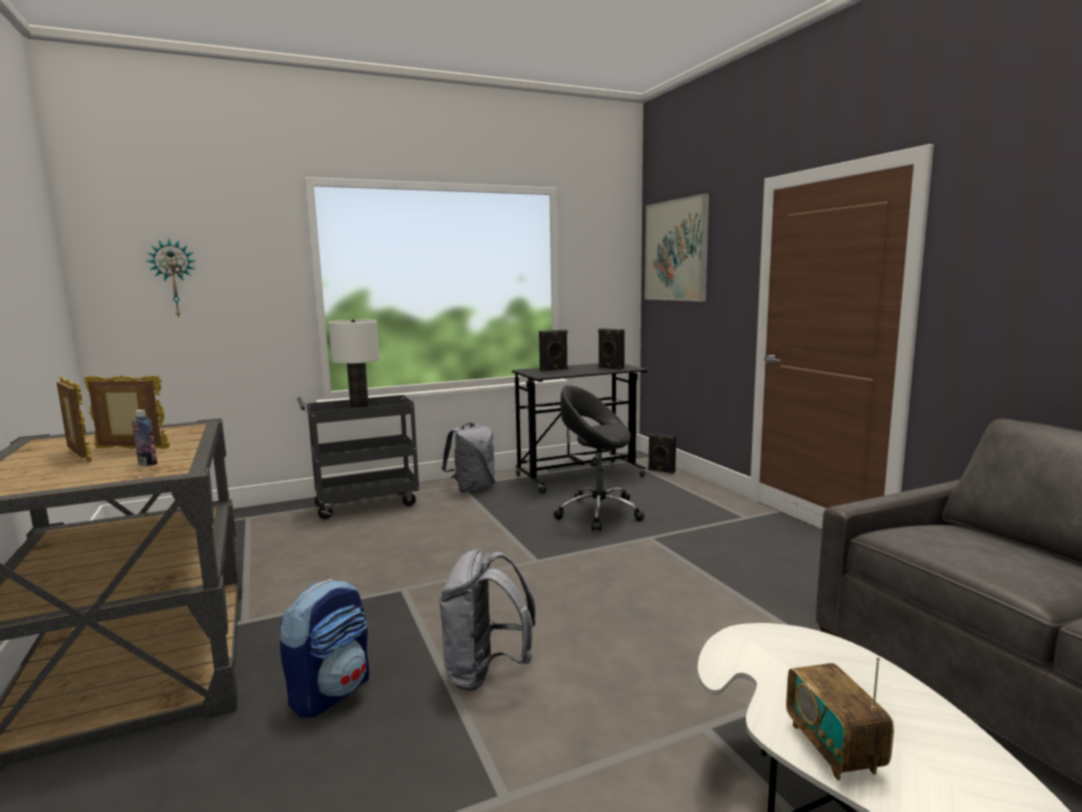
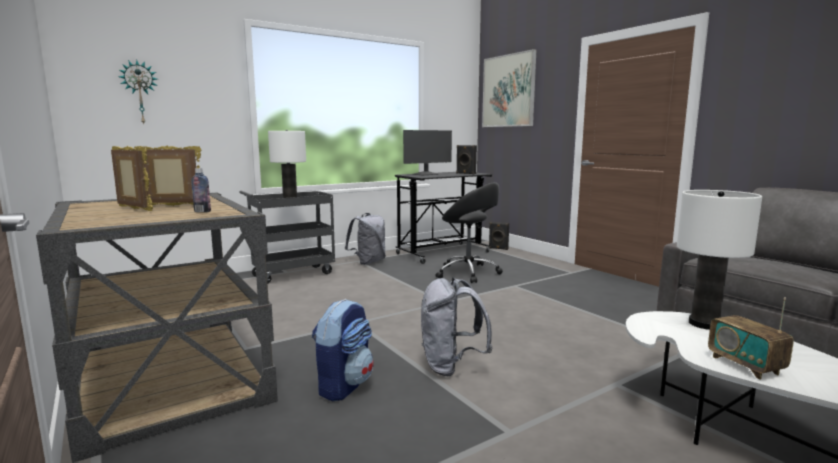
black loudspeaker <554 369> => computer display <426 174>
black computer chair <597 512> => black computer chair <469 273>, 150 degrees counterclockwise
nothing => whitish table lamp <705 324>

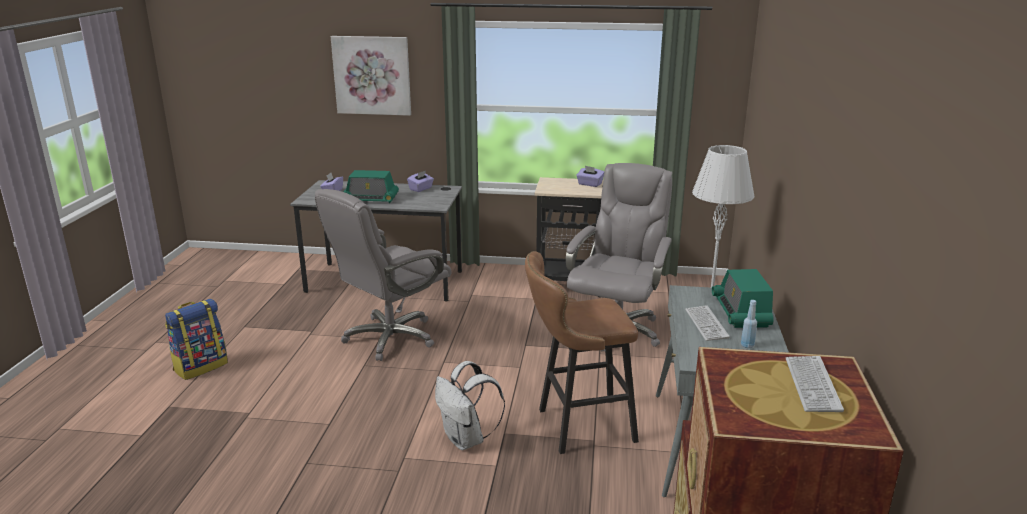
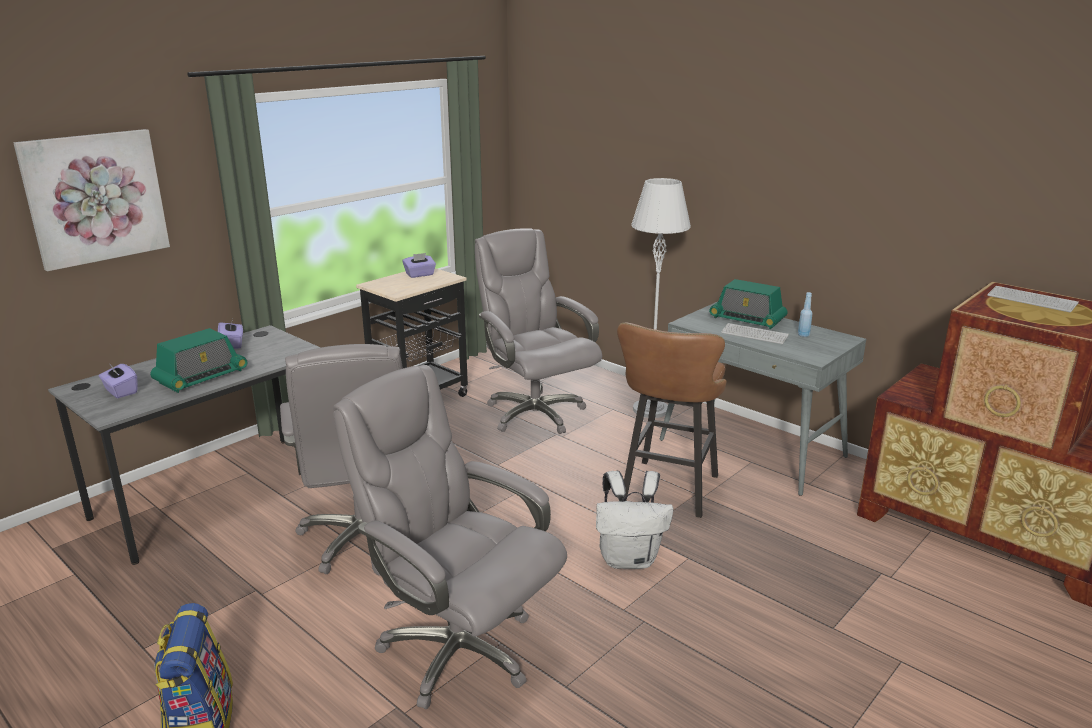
nothing => greyish computer chair <461 652>

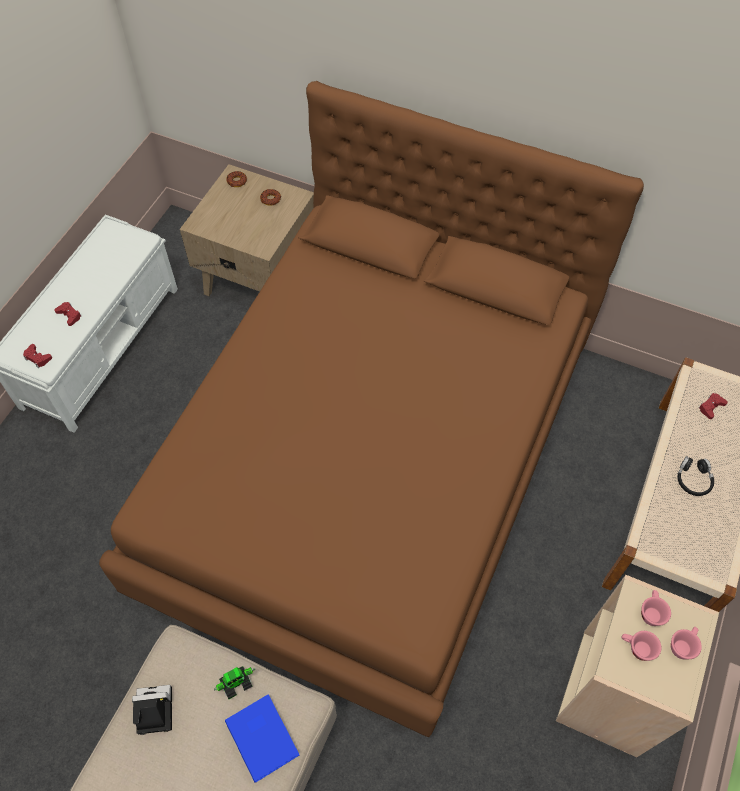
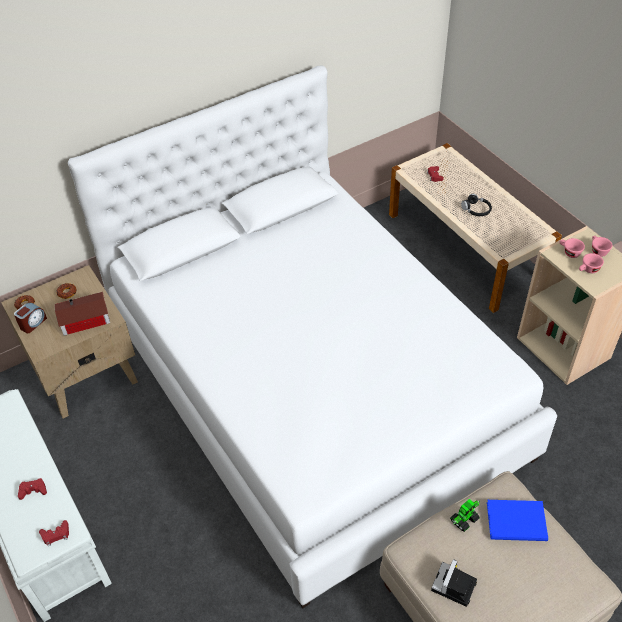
brownish bedroom bed <371 464> => whitish bedroom bed <313 386>
robot figure <237 683> => robot figure <464 519>, 45 degrees clockwise
nothing => bedside clock <33 323>
nothing => model house <86 320>

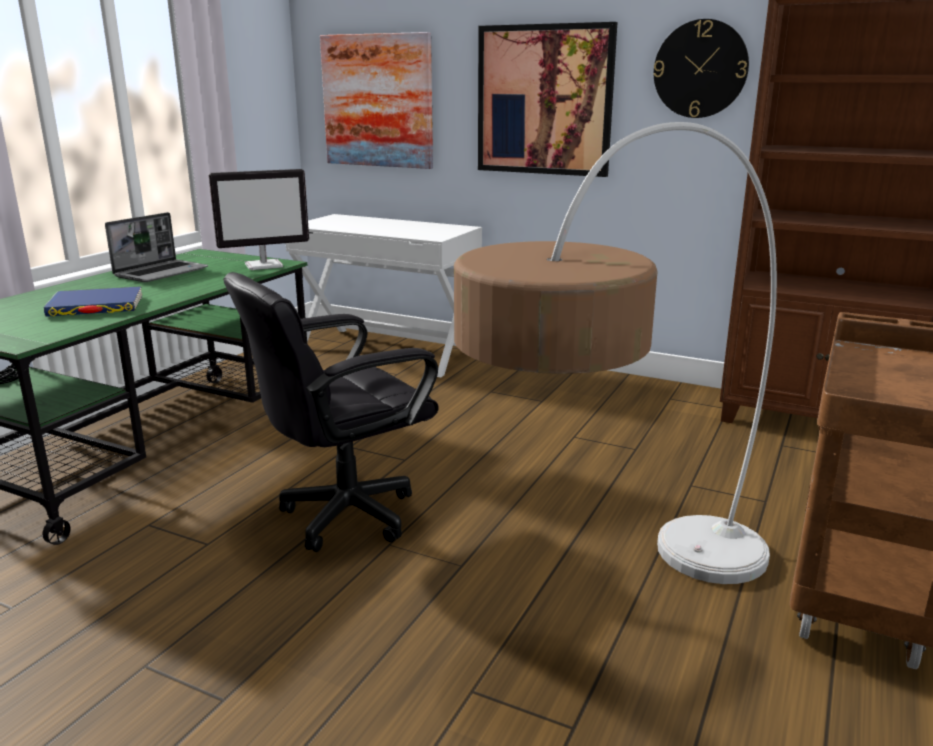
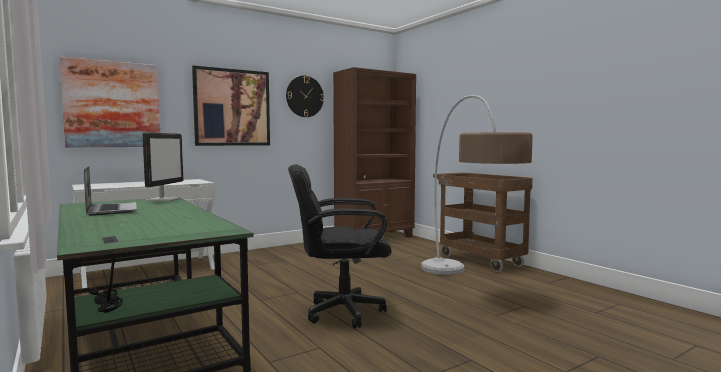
bluish volume <96 307> => nothing
black computer chair <342 520> => black computer chair <340 314>, 90 degrees clockwise

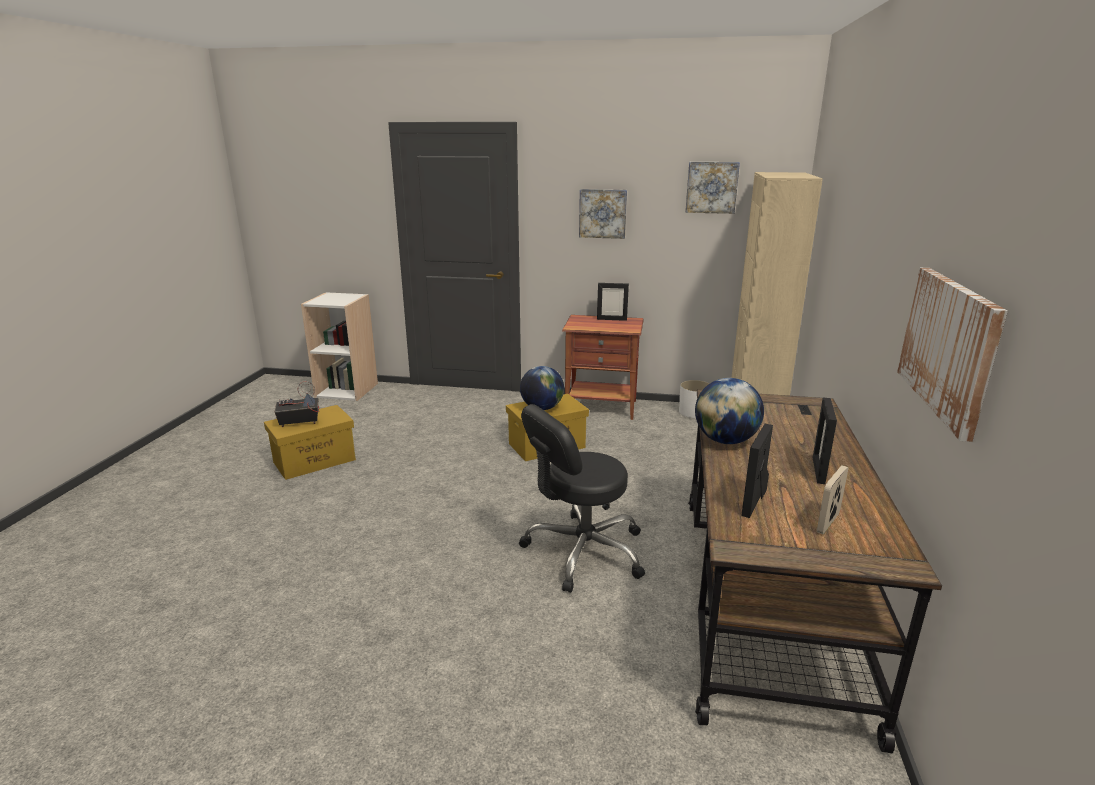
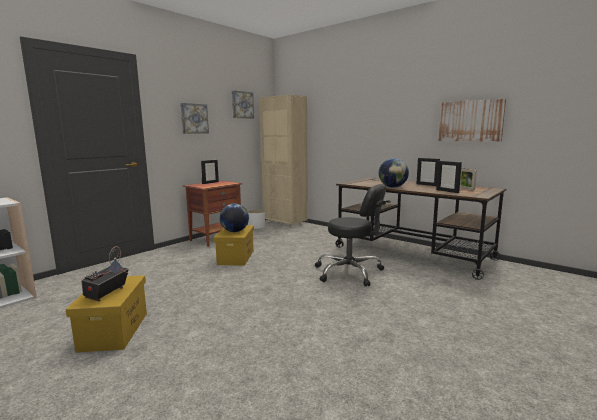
black computer chair <580 554> => black computer chair <352 273>, 60 degrees counterclockwise

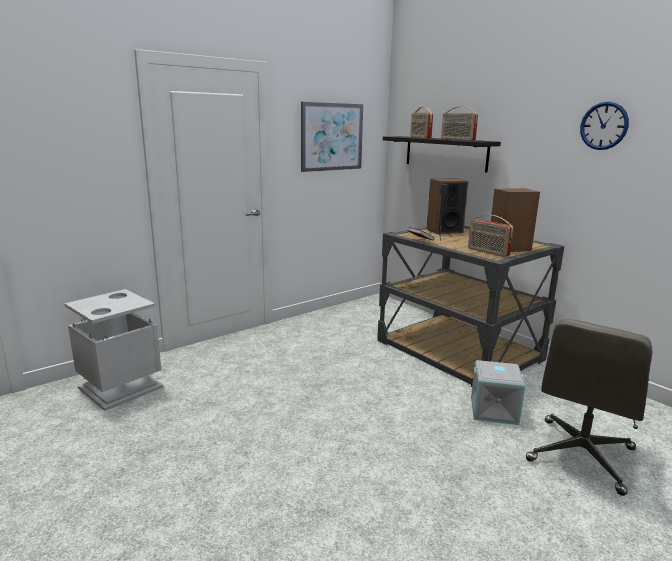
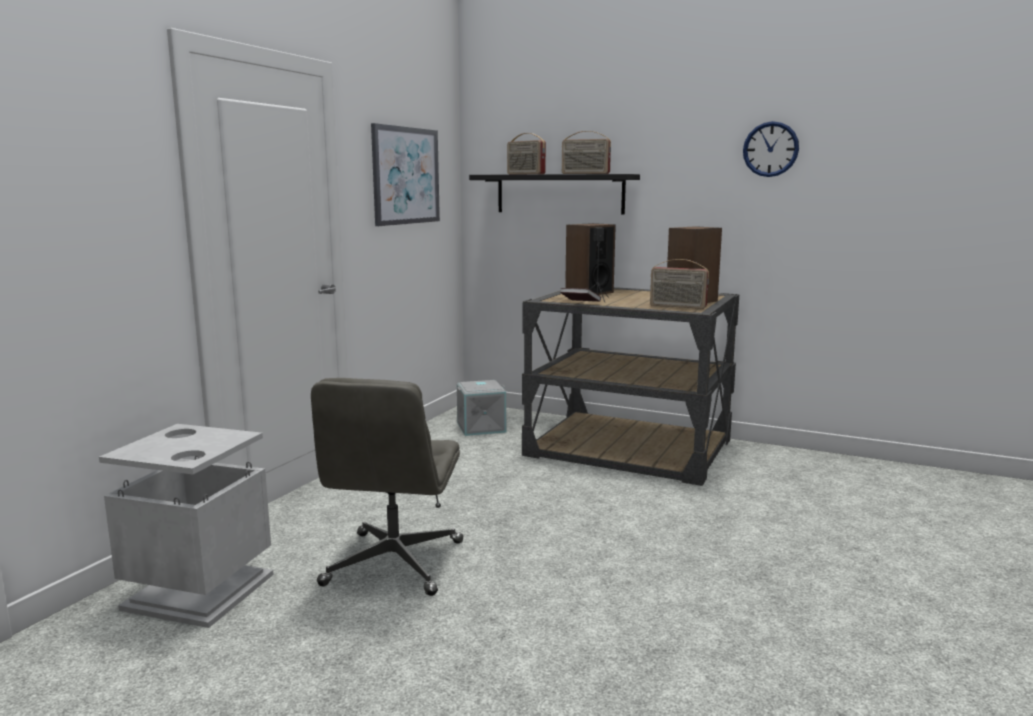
greyish storage box <494 410> => greyish storage box <481 427>, moved
greyish computer chair <581 456> => greyish computer chair <394 564>, moved

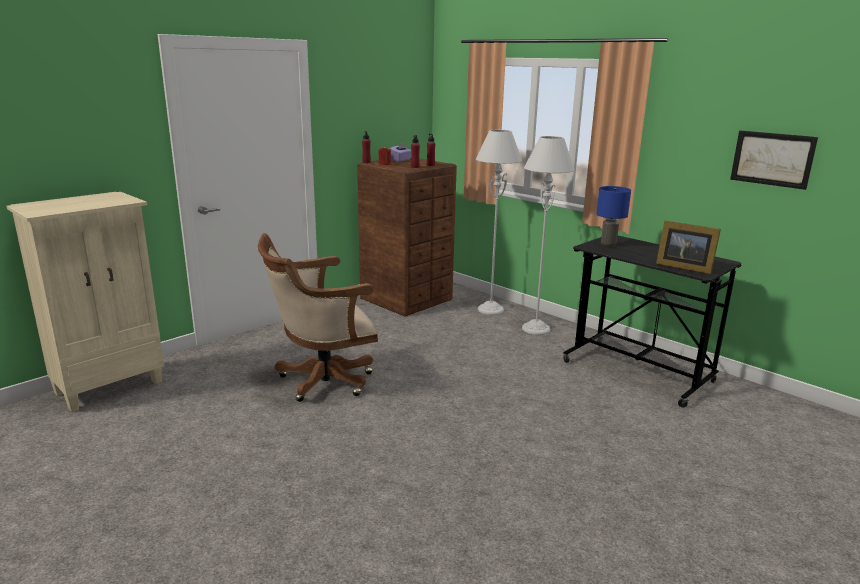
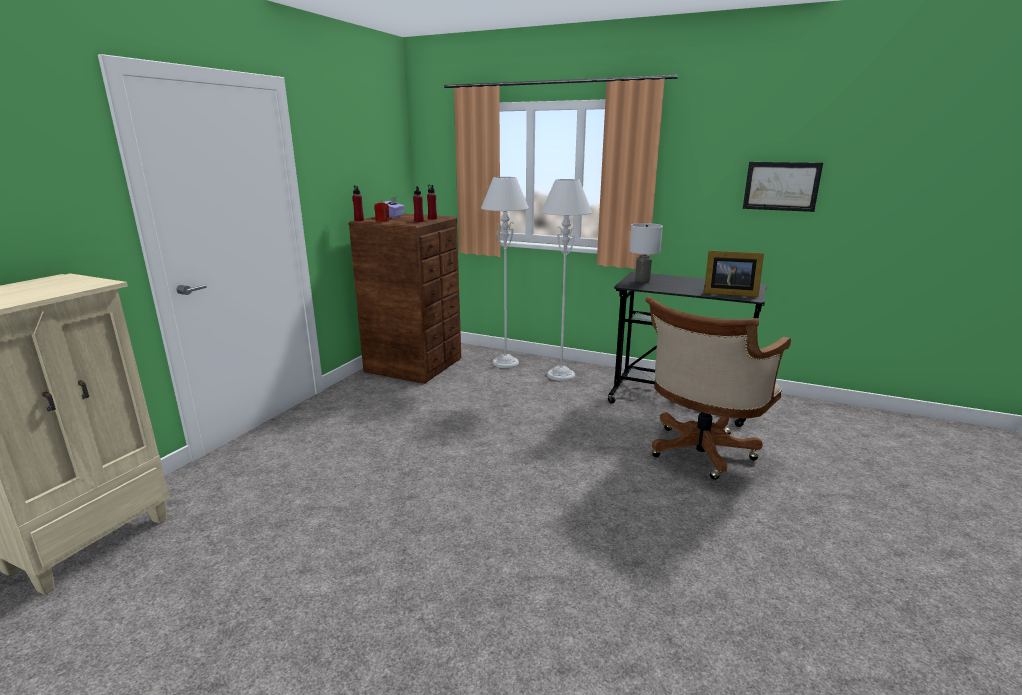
computer chair <321 382> => computer chair <699 453>, moved
bluish table lamp <608 245> => whitish table lamp <642 281>

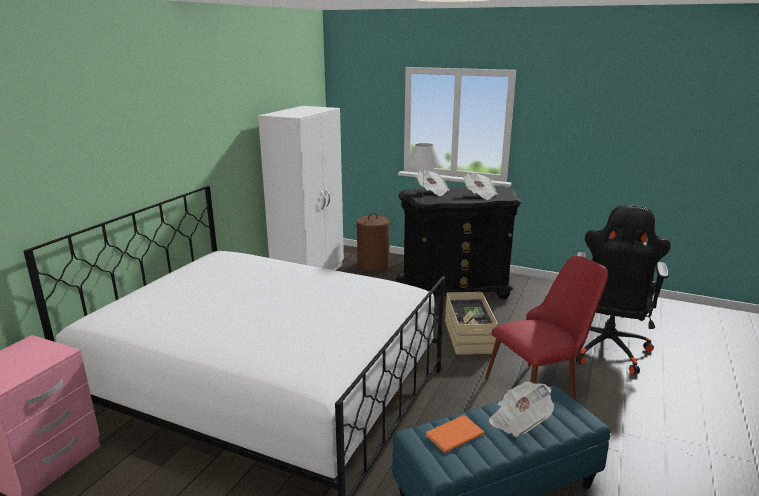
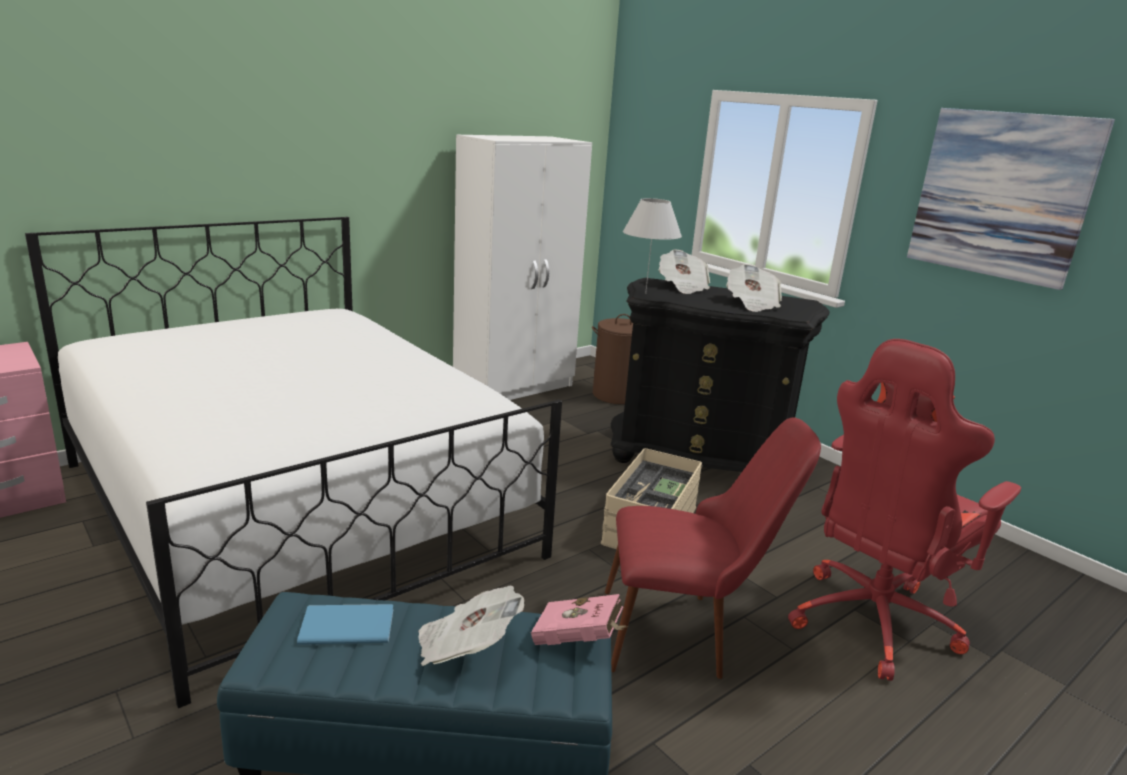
orangey volume <452 434> => bluish volume <345 625>
black computer chair <607 345> => red-coloured computer chair <879 616>
nothing => pink-coloured volume <579 640>
nothing => picture <1001 195>

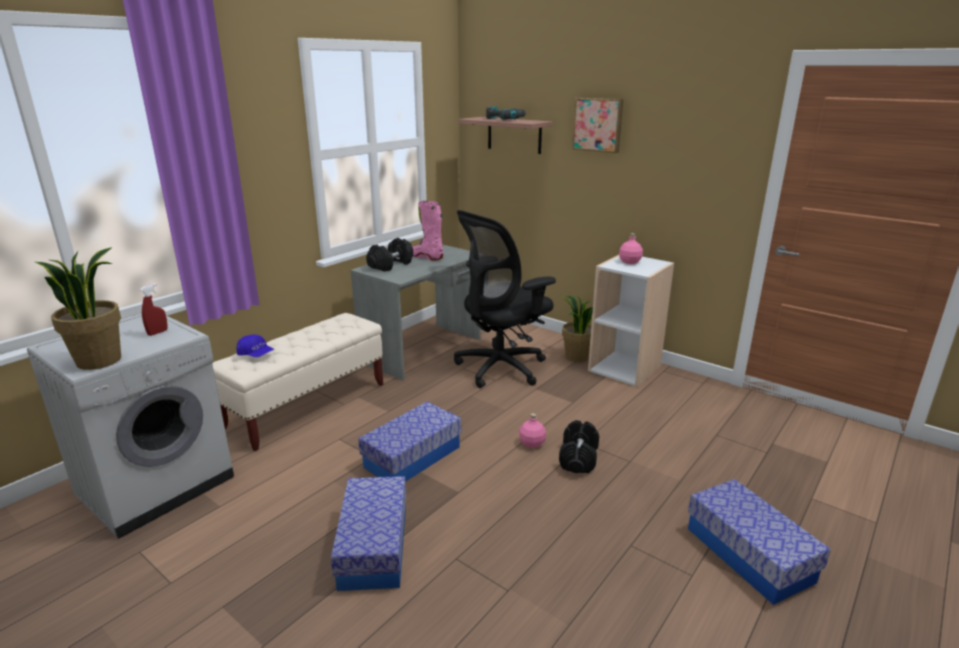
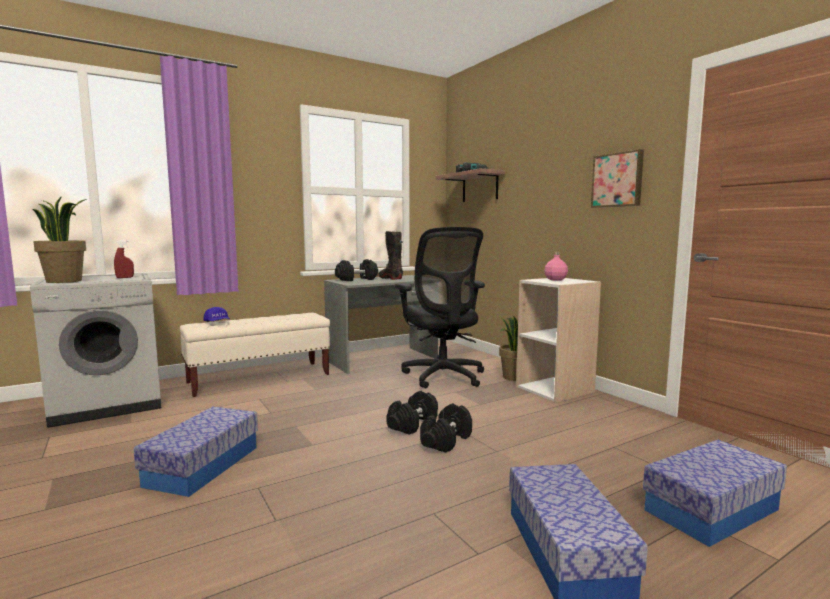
storage box <412 457> => storage box <711 509>, moved
pink-coloured boot <425 257> => black boot <390 278>
black computer chair <503 365> => black computer chair <440 375>, 90 degrees counterclockwise
pink-coloured bottle <532 443> => black hand weight <413 424>
picture <598 124> => picture <618 180>, moved

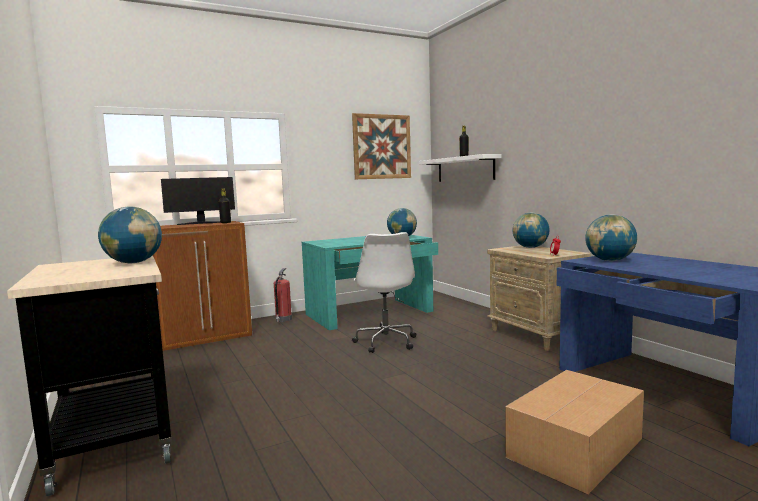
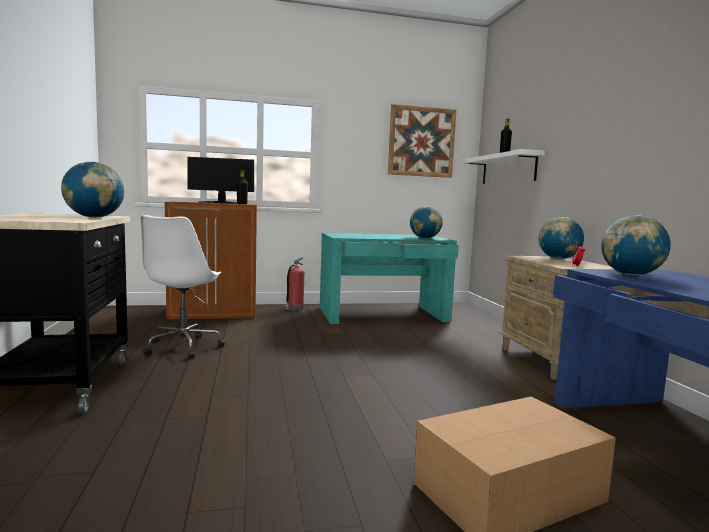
whitish computer chair <386 343> => whitish computer chair <182 348>, moved

